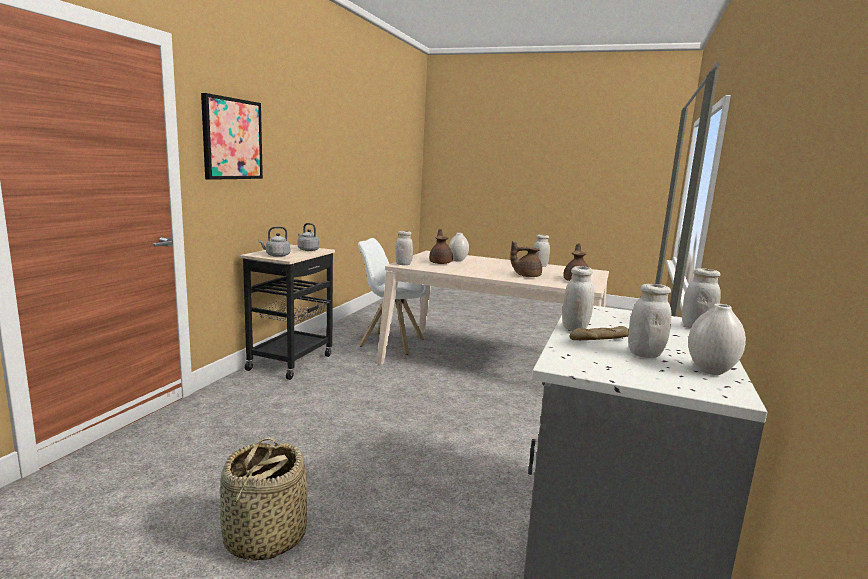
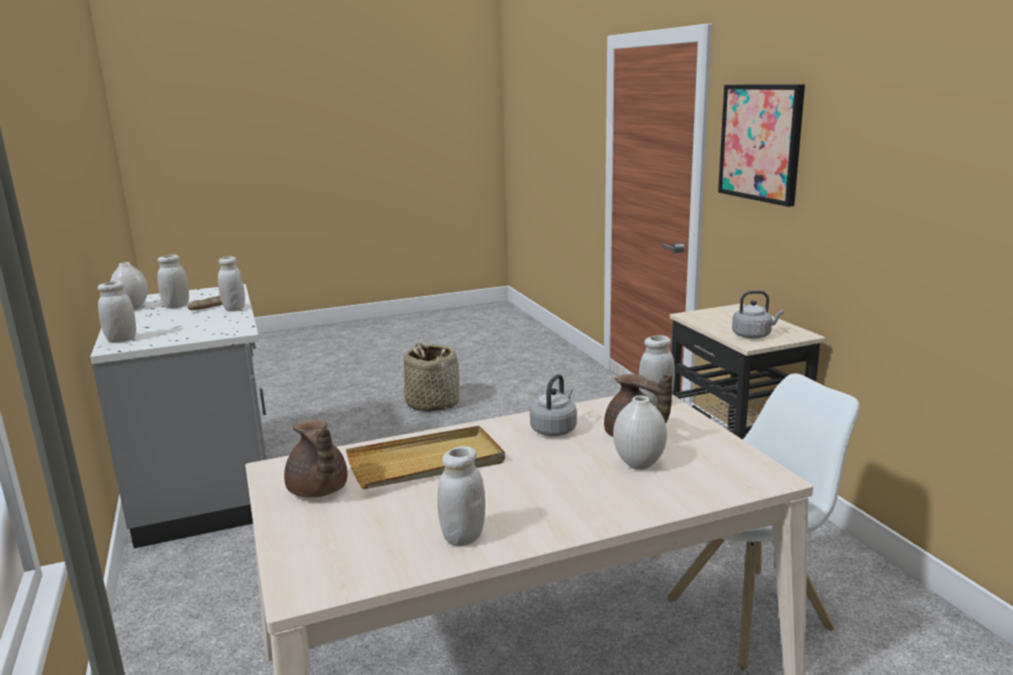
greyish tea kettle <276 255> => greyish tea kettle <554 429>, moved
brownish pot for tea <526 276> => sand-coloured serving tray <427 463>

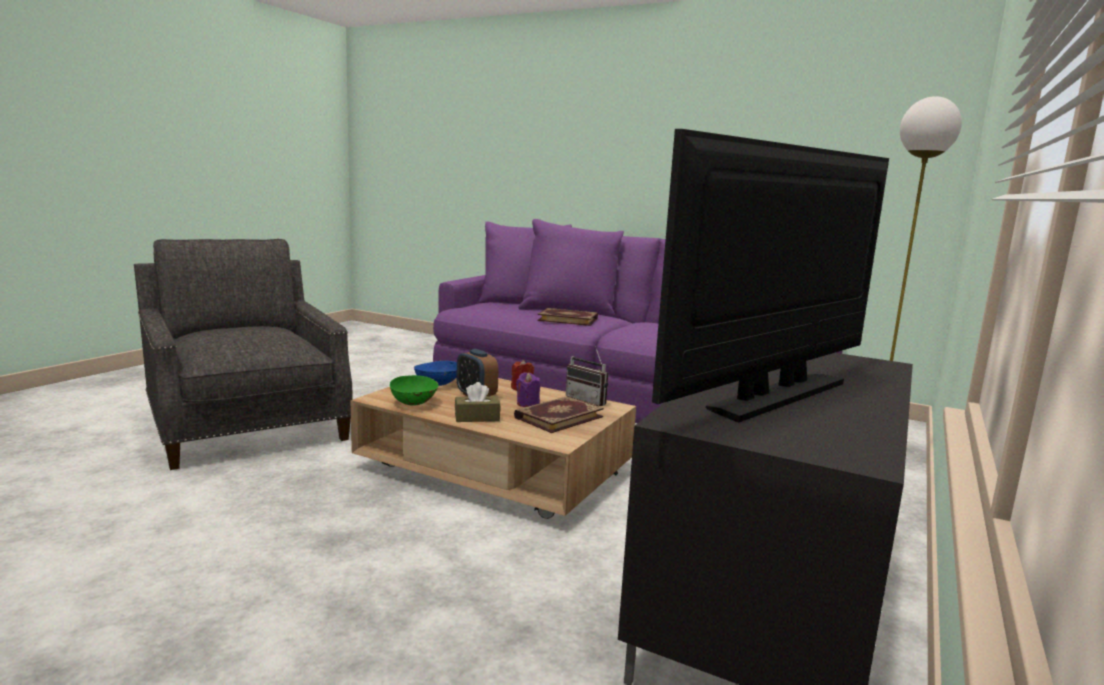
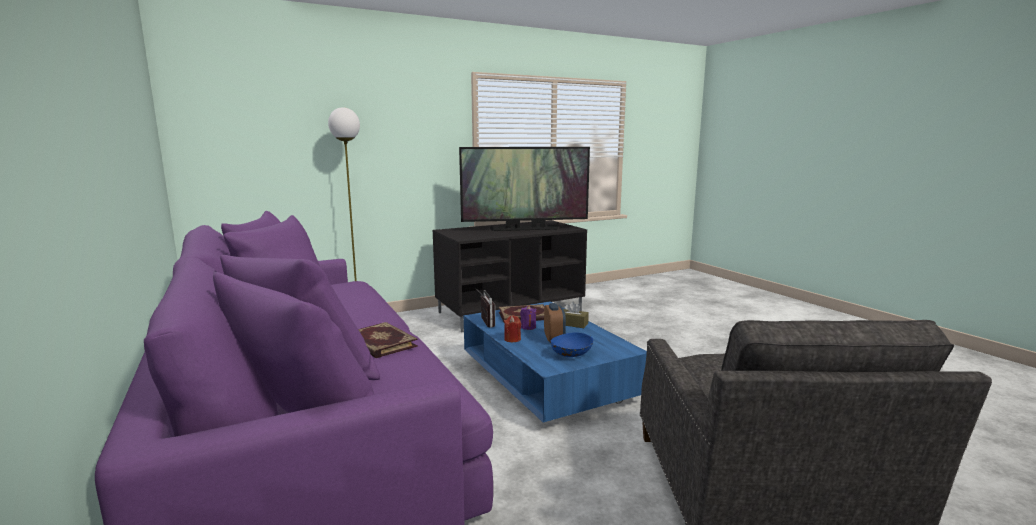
brownish low table <493 470> => bluish low table <547 380>
greenish deep dish <414 403> => nothing

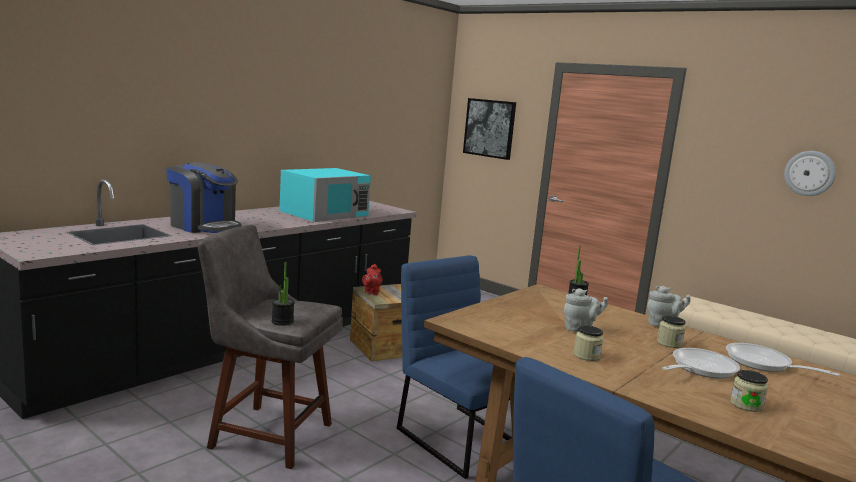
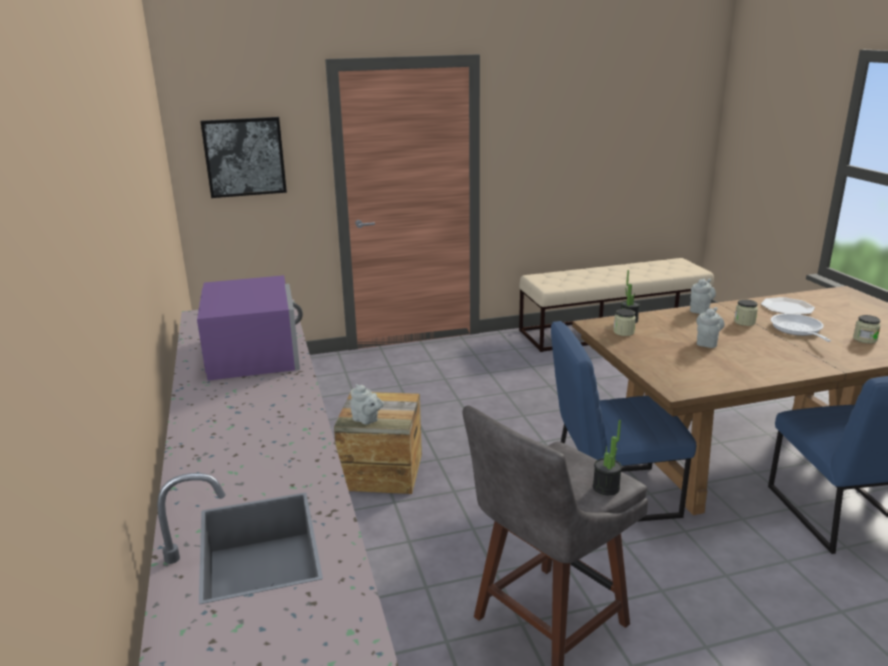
coffee maker <204 226> => nothing
turquoise kitchen microwave <325 213> => purple kitchen microwave <253 352>
red-coloured pot for tea <371 293> => greyish pot for tea <367 420>
preserve jar <586 356> => preserve jar <623 332>, moved
pan <763 364> => plate <787 308>
wall clock <809 173> => nothing

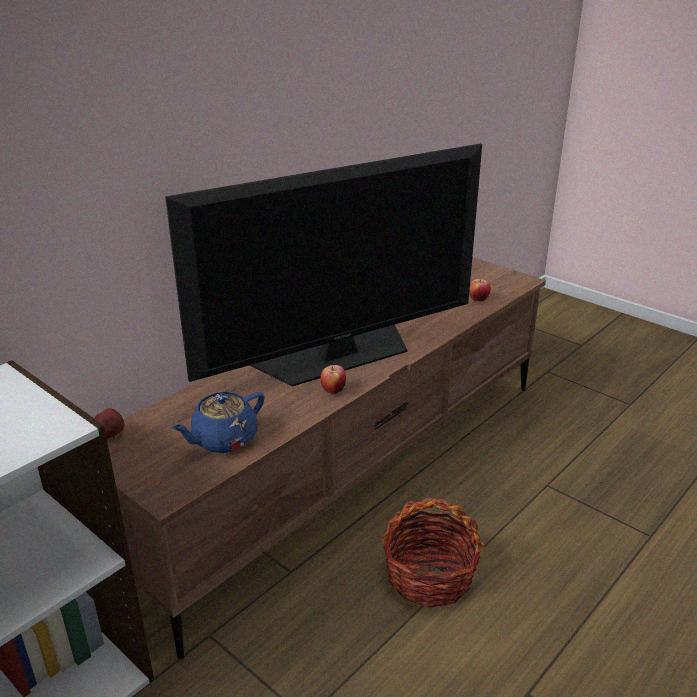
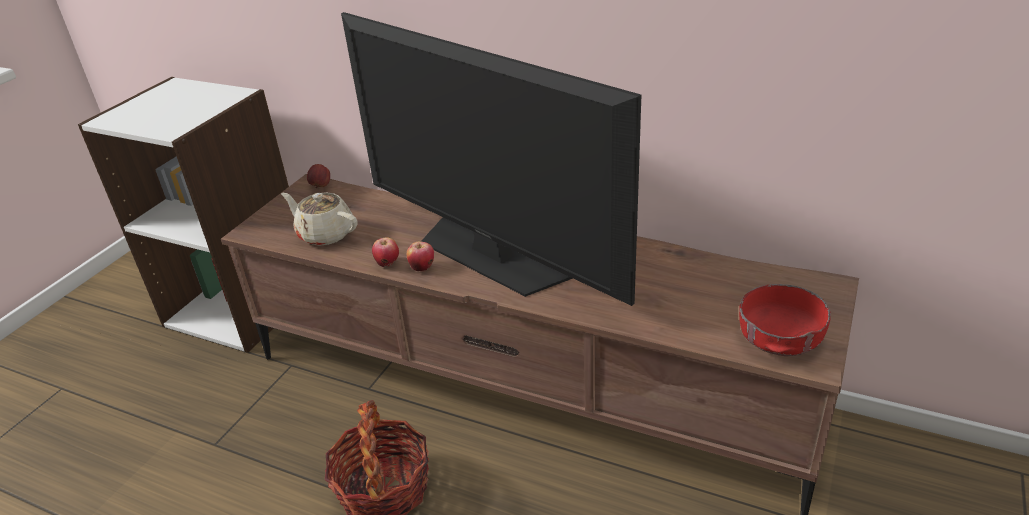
bluish pot for tea <223 440> => sand-coloured pot for tea <325 234>
apple <478 300> => apple <388 264>, moved
nothing => red-coloured deep dish <779 339>

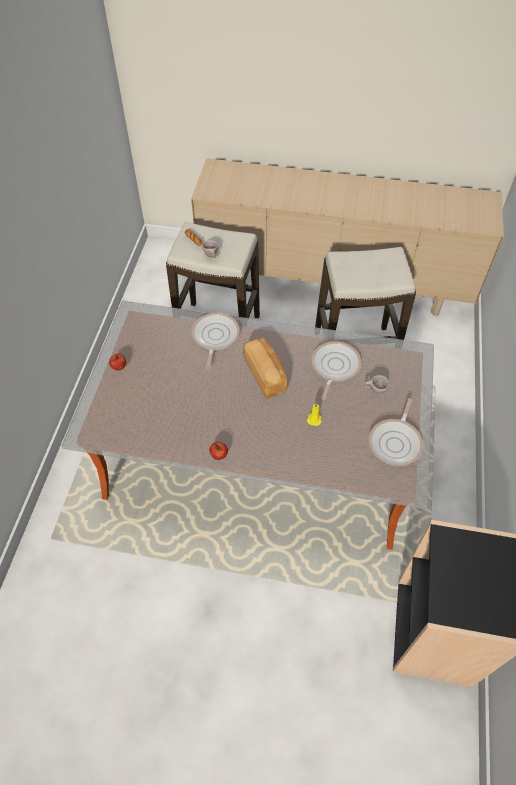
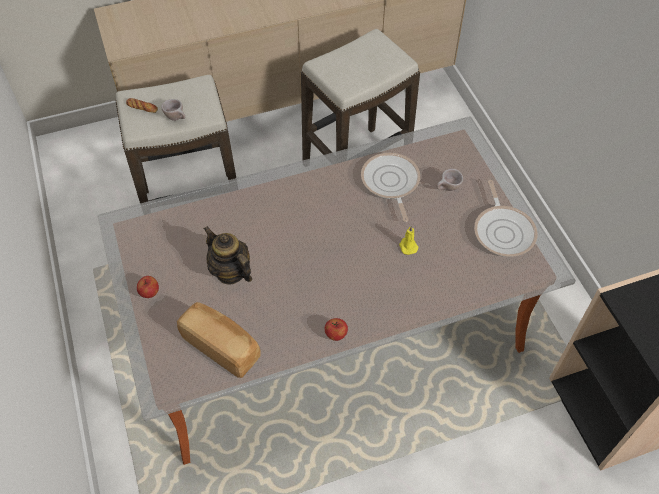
pan <214 337> => nothing
baked bread <266 375> => baked bread <222 346>, moved
nothing => pot for tea <230 272>

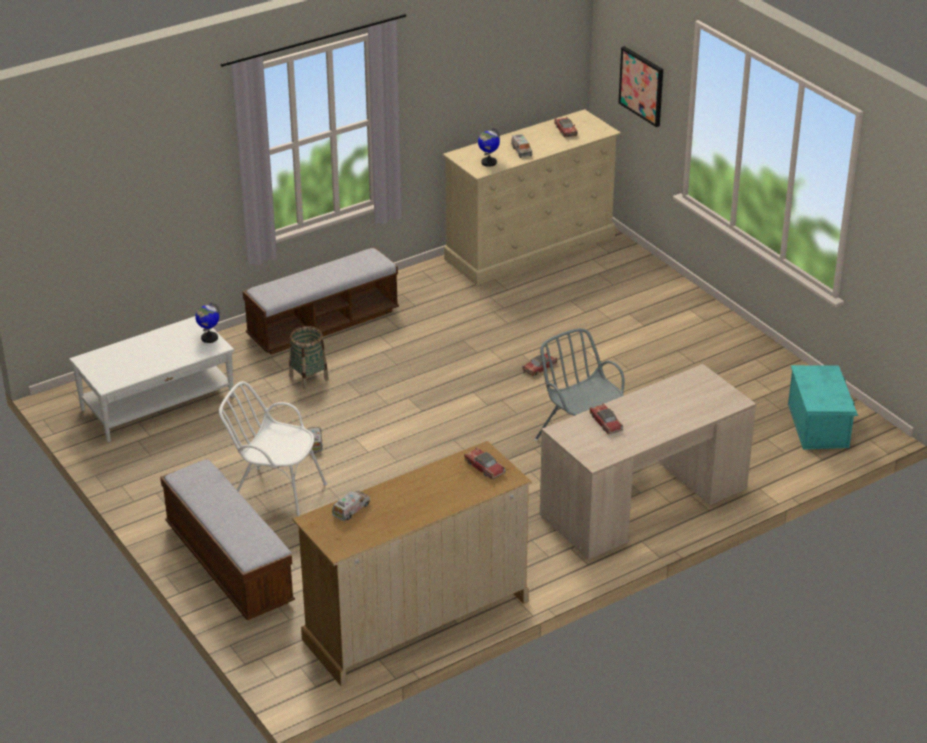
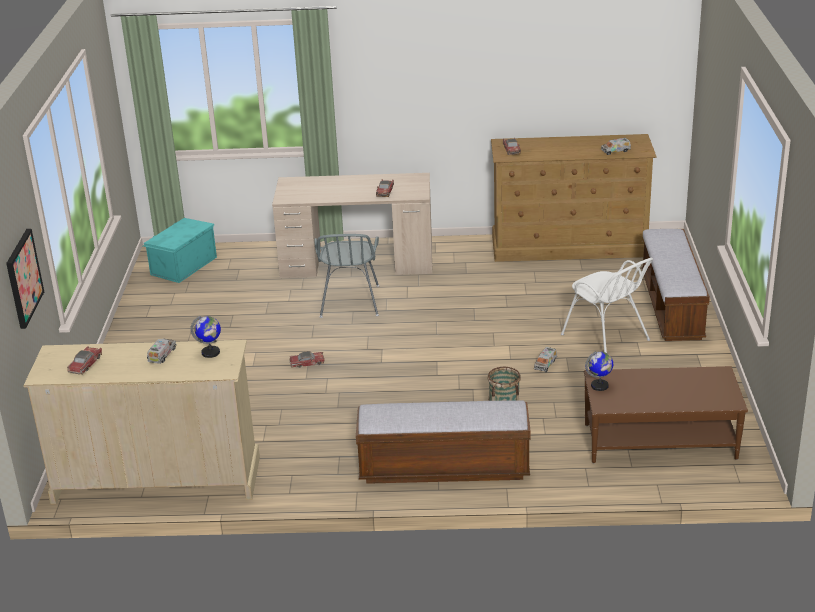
whitish low table <158 403> => brownish low table <659 441>

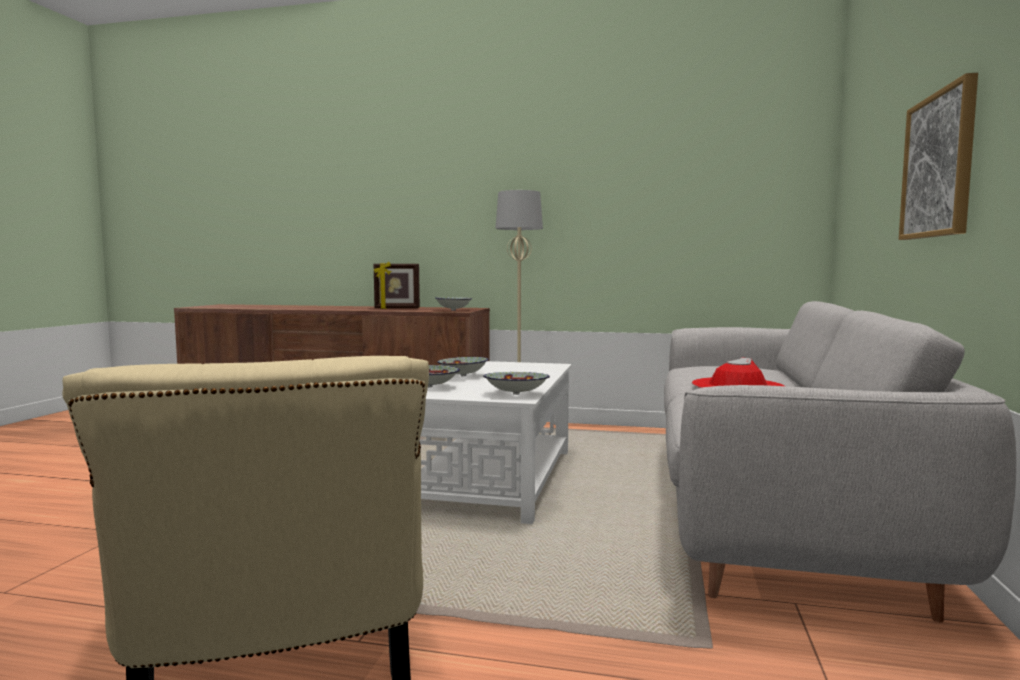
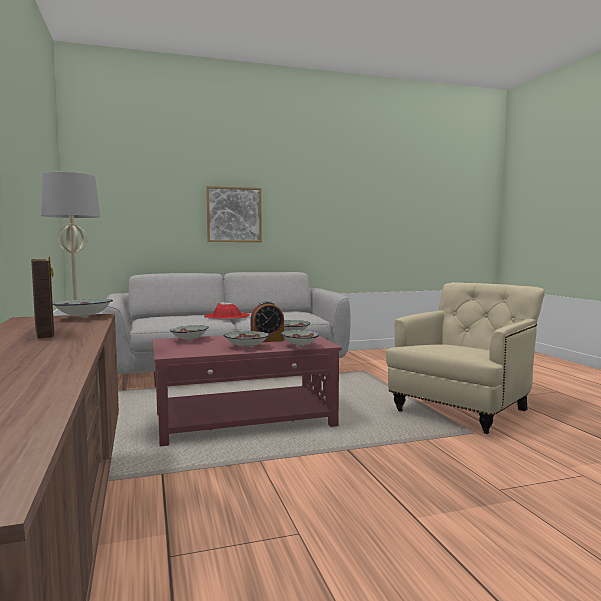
whitish low table <493 479> => red-coloured low table <245 420>
nothing => deep dish <190 340>
nothing => bedside clock <267 340>

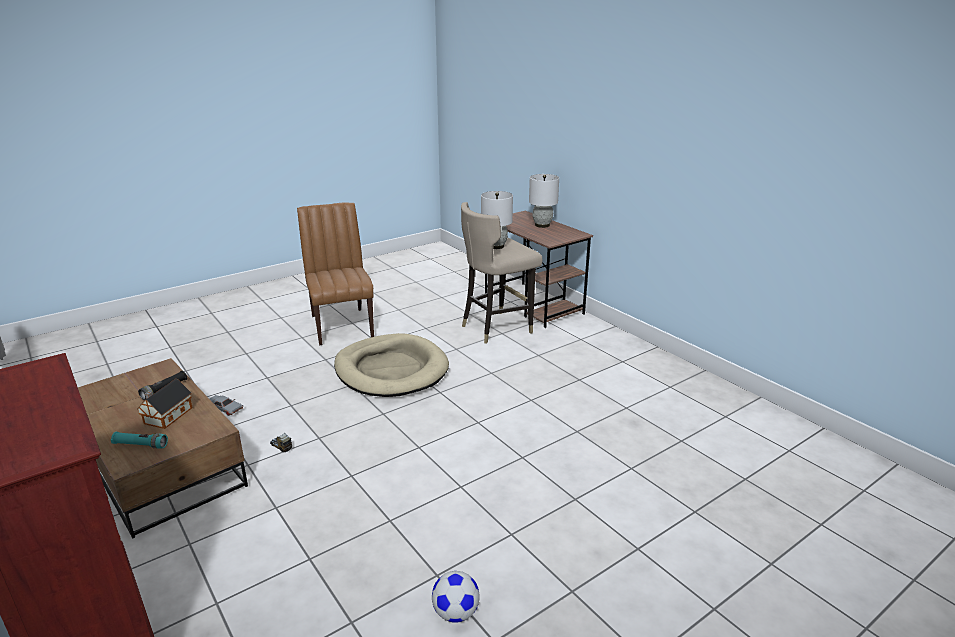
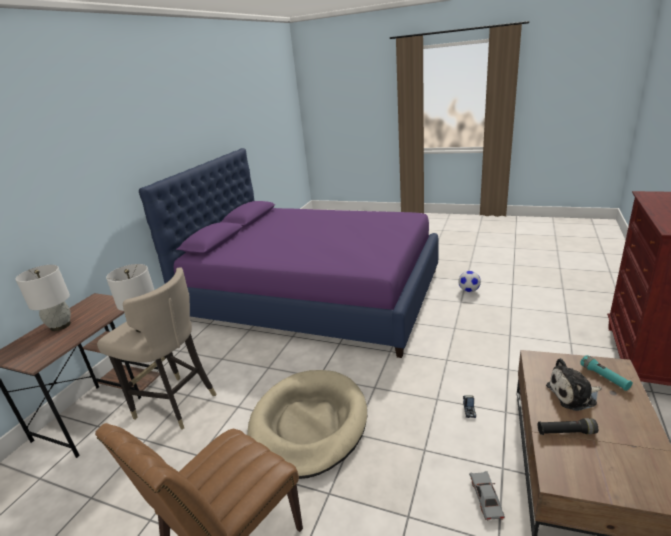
model house <166 416> => plush toy <574 395>
nothing => purple bedroom bed <313 295>

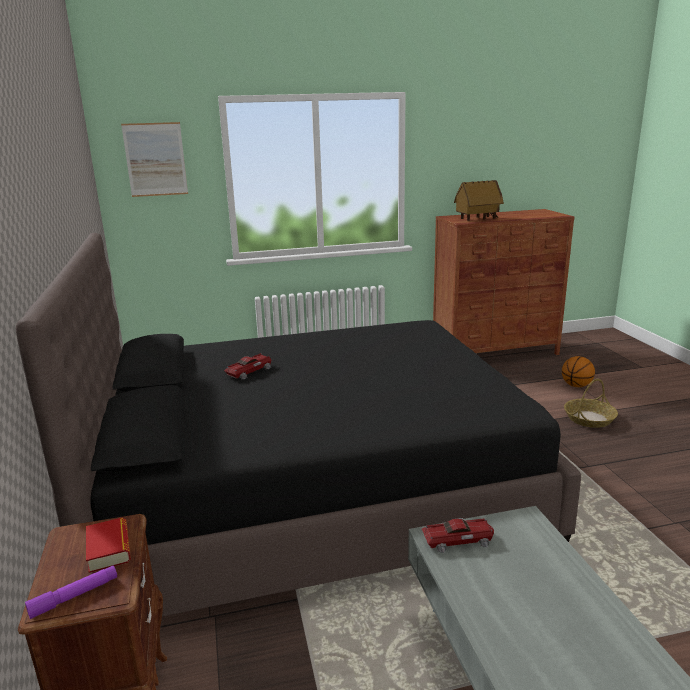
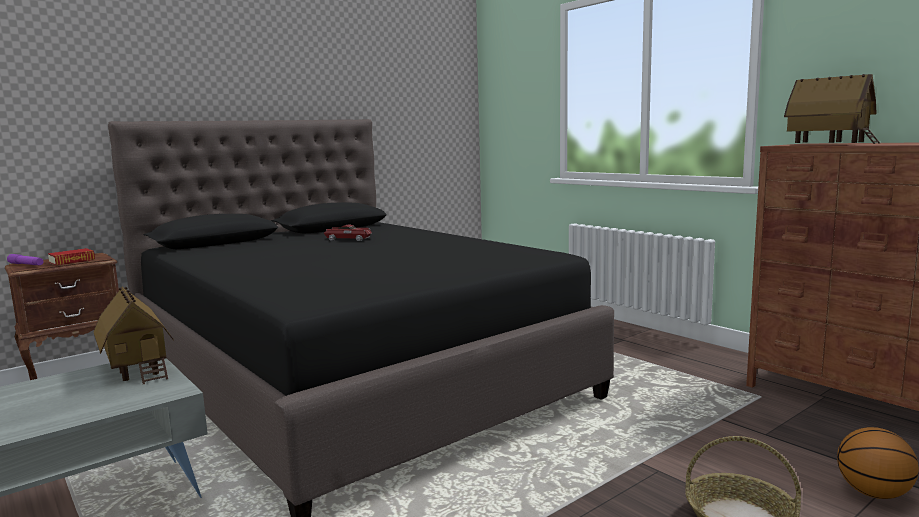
picture <155 159> => nothing
miniature car <458 540> => model house <137 369>

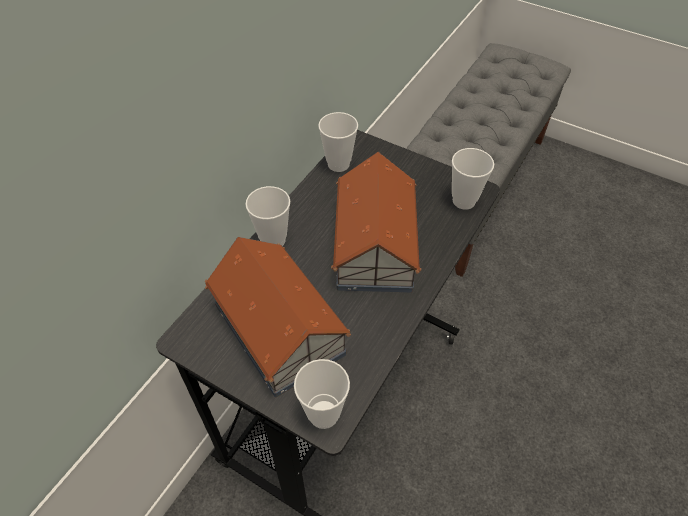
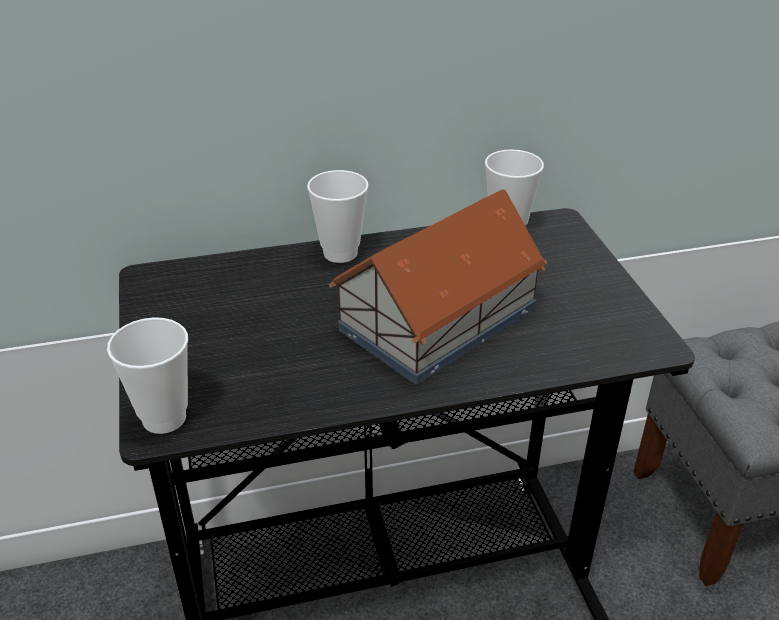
model house <279 331> => nothing
cup <464 201> => nothing

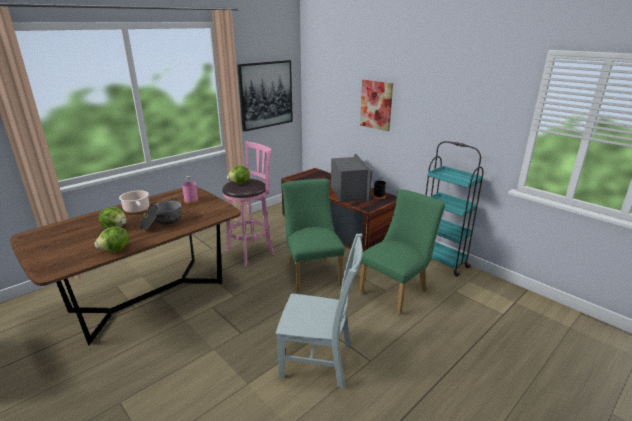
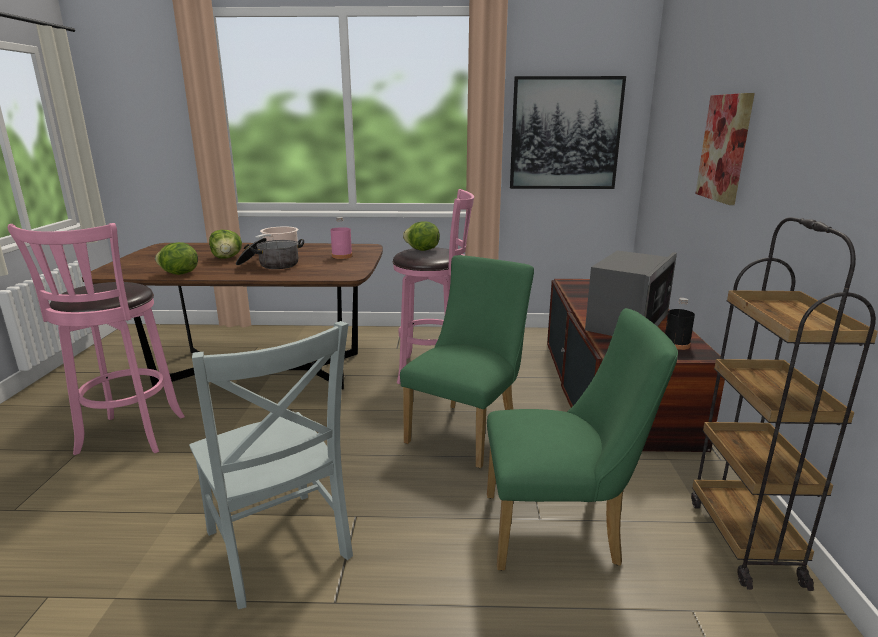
turquoise cart <442 263> => brownish cart <744 541>
nothing => pink-coloured stool seat <129 437>

